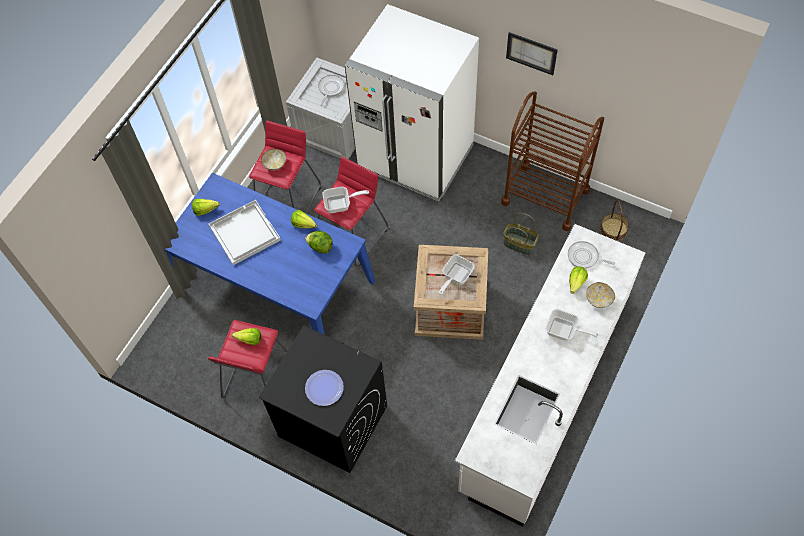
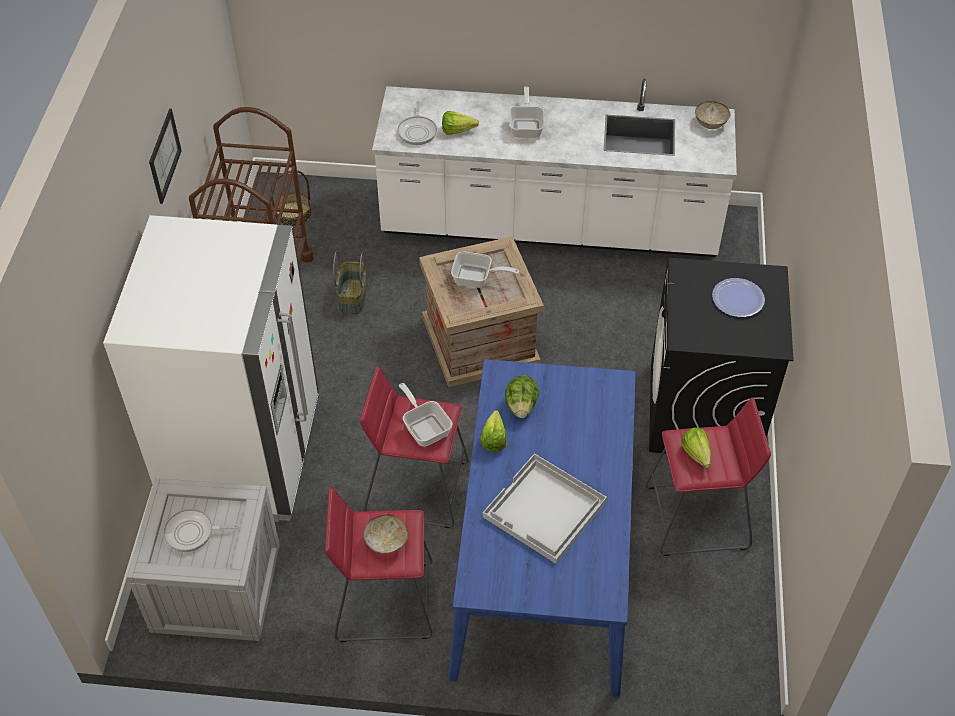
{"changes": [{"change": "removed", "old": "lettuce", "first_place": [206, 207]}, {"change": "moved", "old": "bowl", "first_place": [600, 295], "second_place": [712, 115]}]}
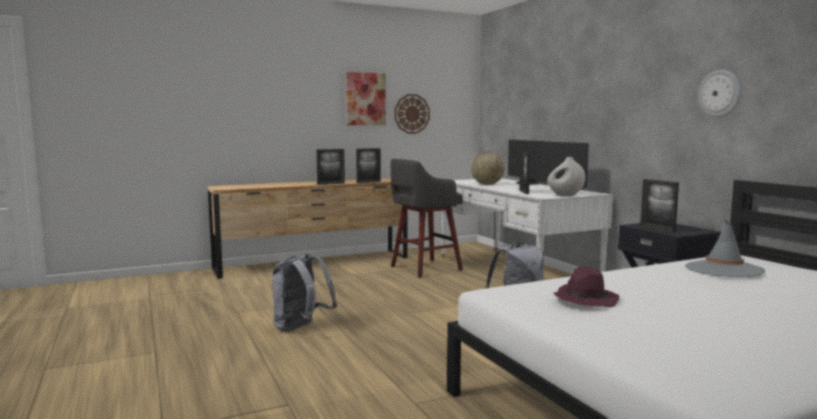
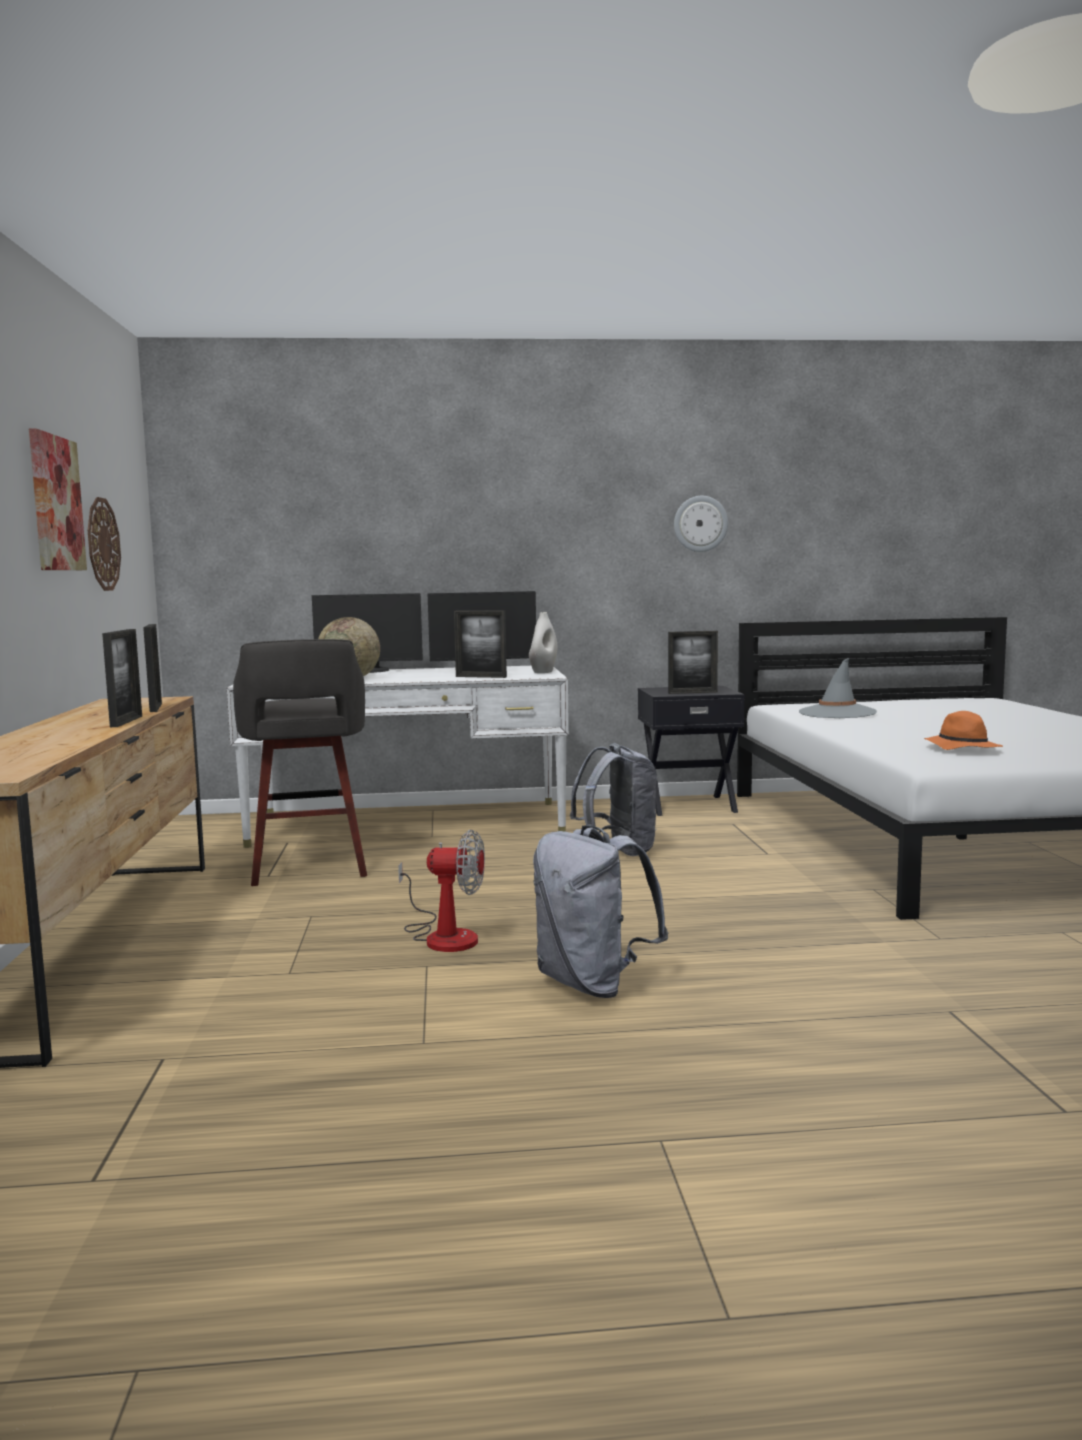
{"changes": [{"change": "added", "new": "cooling fan", "second_place": [441, 891]}, {"change": "recoloured", "old": "purple hat", "new": "orange-coloured hat", "first_place": [586, 287], "second_place": [963, 730]}]}
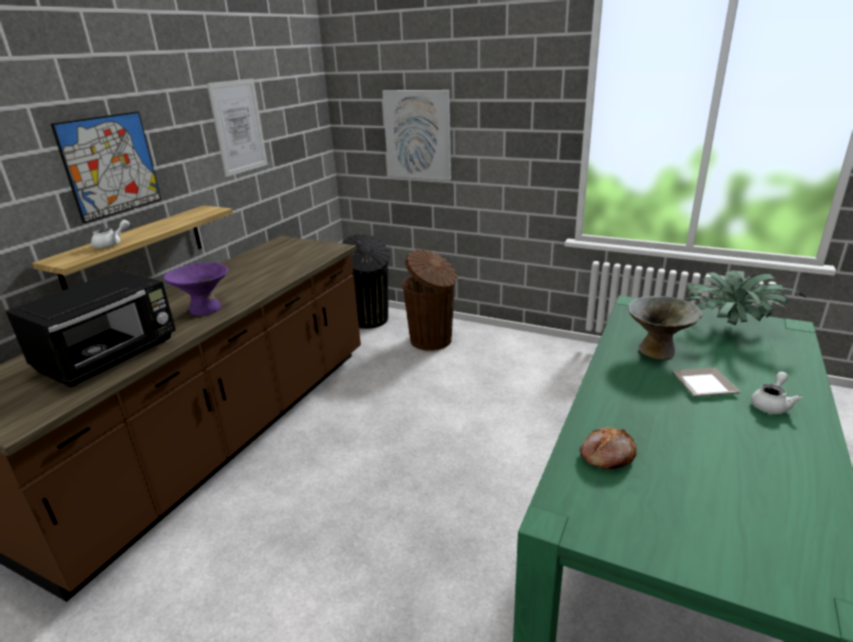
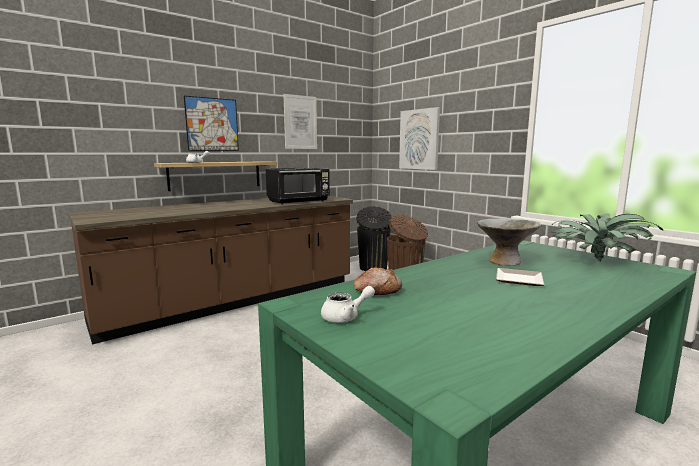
{"changes": [{"change": "removed", "old": "purple bowl", "first_place": [195, 289]}, {"change": "moved", "old": "blackish kitchen microwave", "first_place": [91, 328], "second_place": [298, 186]}, {"change": "moved", "old": "whitish tea pot", "first_place": [776, 393], "second_place": [348, 304]}]}
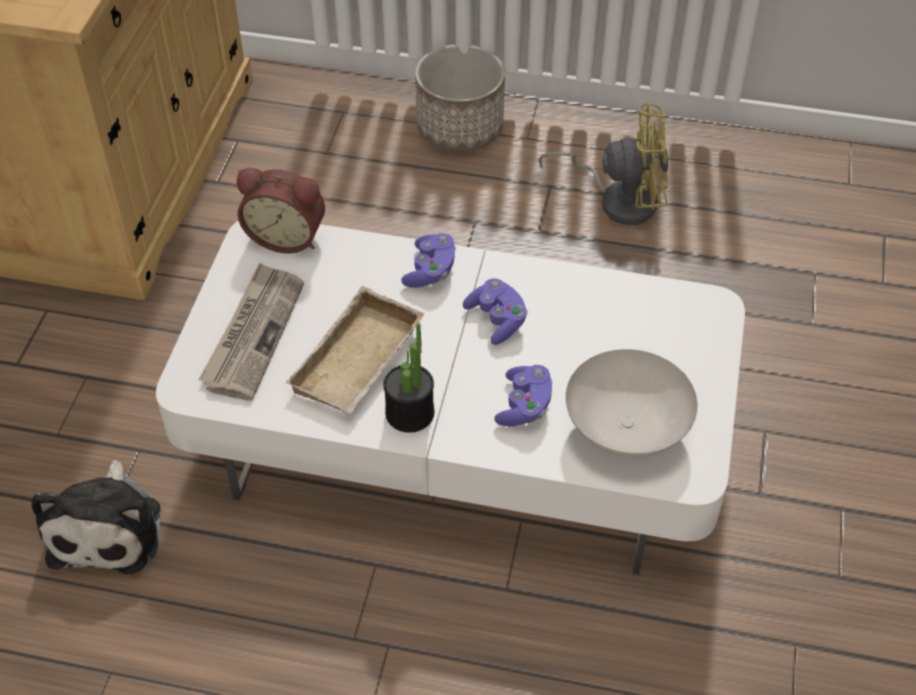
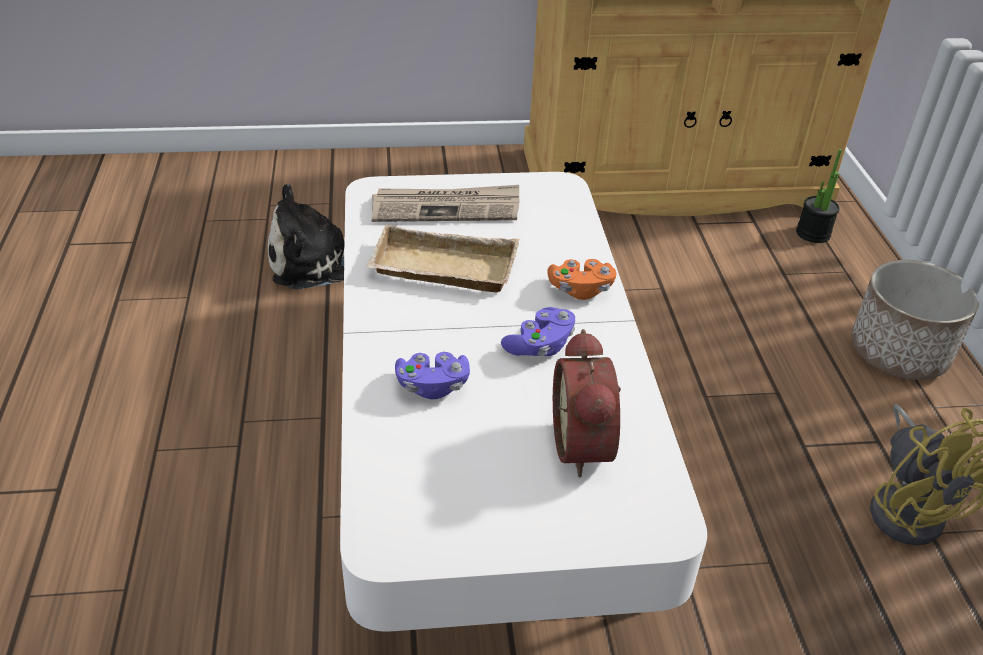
{"changes": [{"change": "removed", "old": "whitish bowl", "first_place": [631, 403]}, {"change": "moved", "old": "alarm clock", "first_place": [281, 210], "second_place": [587, 403]}, {"change": "moved", "old": "potted plant", "first_place": [409, 377], "second_place": [819, 196]}, {"change": "recoloured", "old": "purple gamepad", "new": "orange-coloured gamepad", "first_place": [428, 260], "second_place": [581, 279]}]}
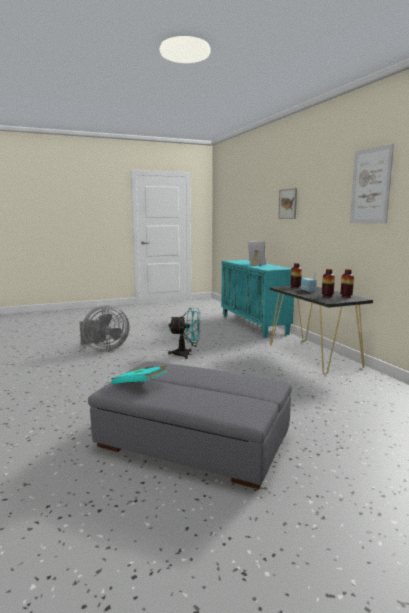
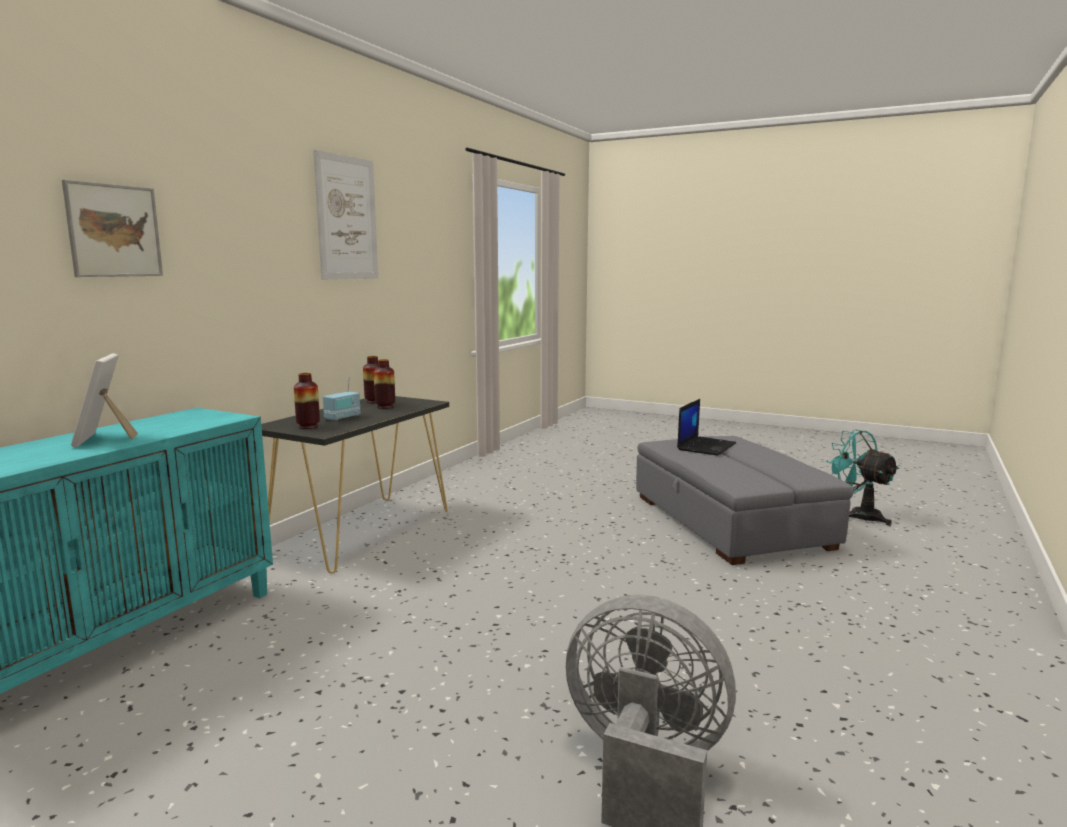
{"changes": [{"change": "removed", "old": "blue-green volume", "first_place": [139, 374]}, {"change": "added", "new": "portable computer", "second_place": [706, 427]}, {"change": "moved", "old": "blue-green cooling fan", "first_place": [184, 333], "second_place": [863, 477]}]}
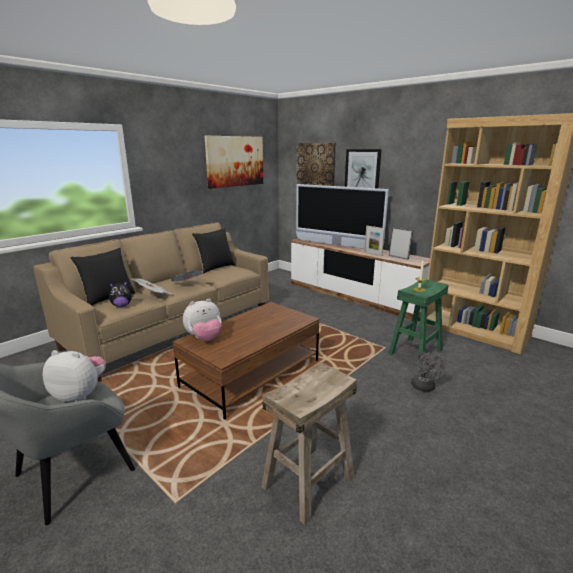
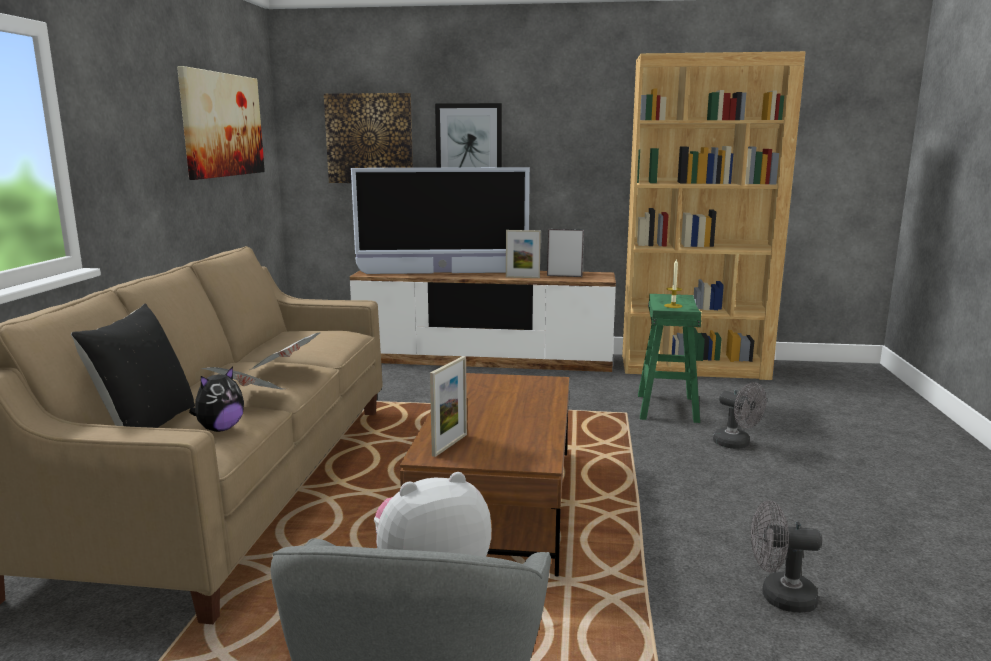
{"changes": [{"change": "removed", "old": "blackish throw pillow", "first_place": [213, 250]}, {"change": "replaced", "old": "cuddly toy", "new": "picture frame", "first_place": [202, 320], "second_place": [448, 406]}, {"change": "replaced", "old": "beige stool seat", "new": "gray cooling fan", "first_place": [309, 443], "second_place": [786, 556]}]}
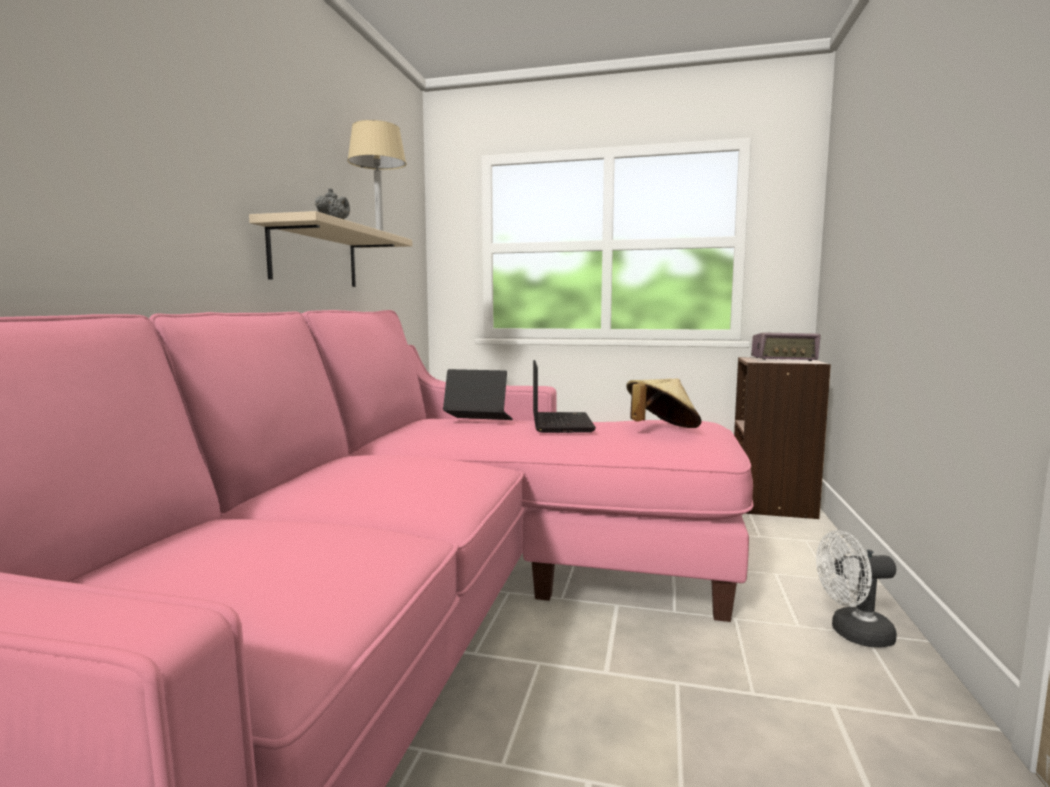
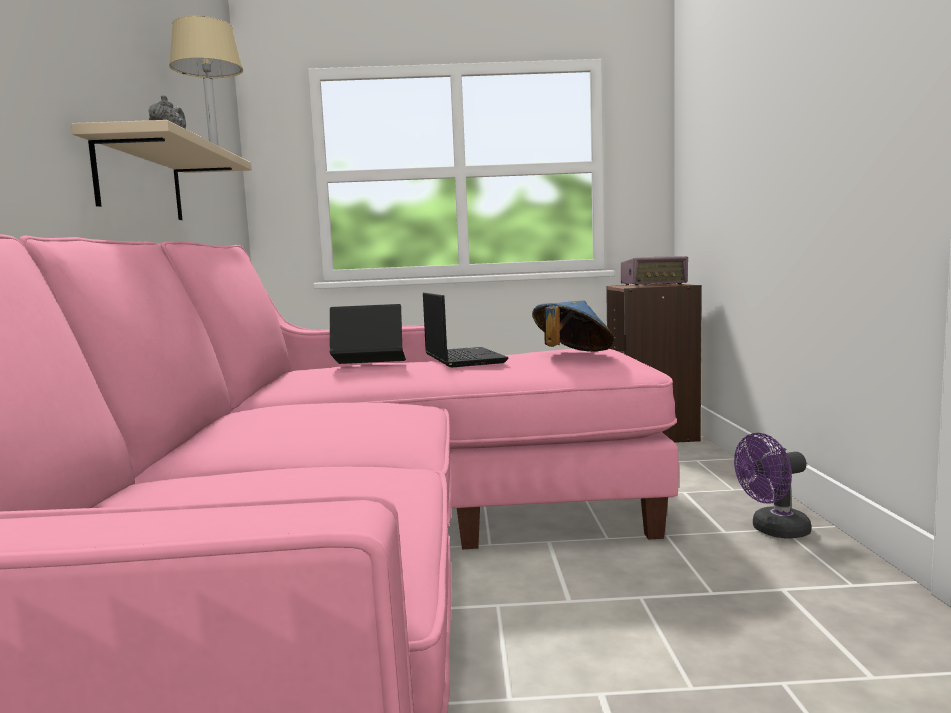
{"changes": [{"change": "recoloured", "old": "beige hat", "new": "blue-coloured hat", "first_place": [664, 403], "second_place": [573, 326]}, {"change": "recoloured", "old": "whitish cooling fan", "new": "purple cooling fan", "first_place": [856, 588], "second_place": [772, 486]}]}
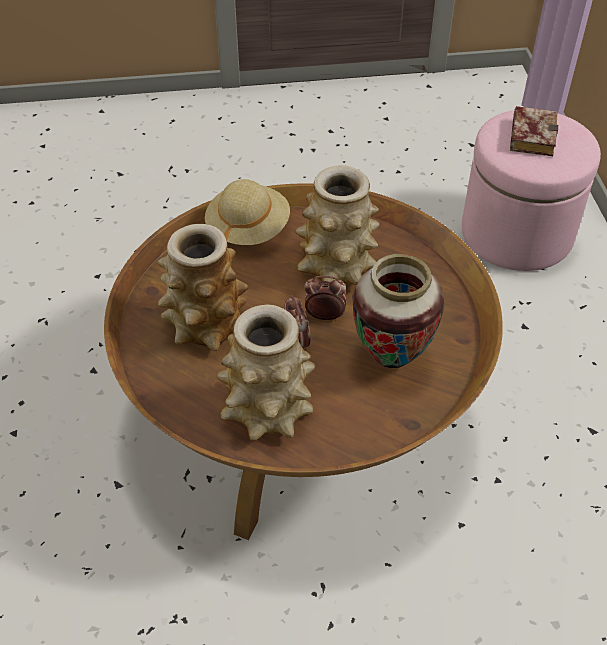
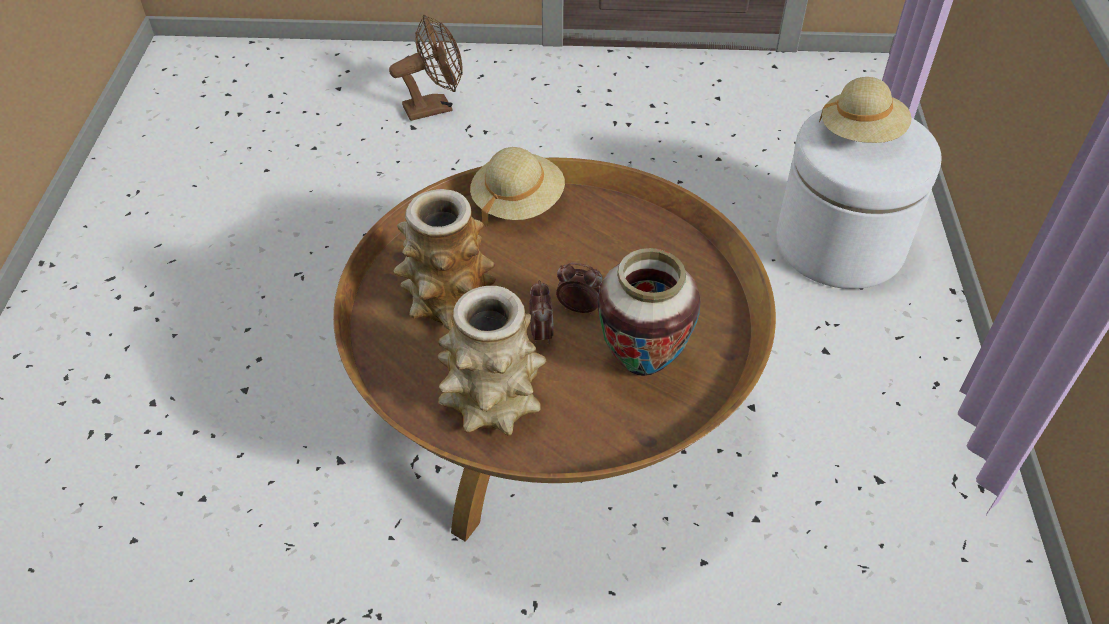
{"changes": [{"change": "removed", "old": "decorative vase", "first_place": [337, 225]}, {"change": "added", "new": "brownish cooling fan", "second_place": [426, 68]}, {"change": "replaced", "old": "volume", "new": "beige hat", "first_place": [534, 131], "second_place": [865, 110]}, {"change": "recoloured", "old": "pink ottoman", "new": "whitish ottoman", "first_place": [531, 190], "second_place": [858, 199]}]}
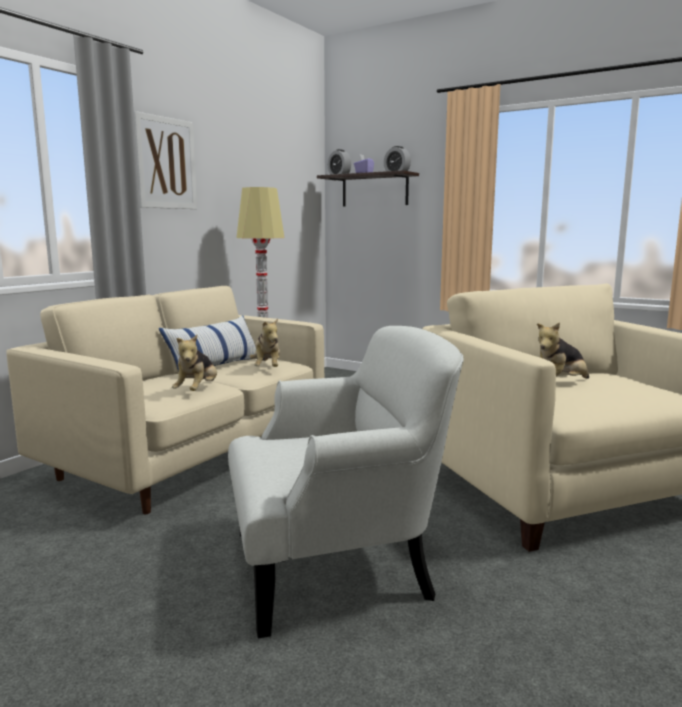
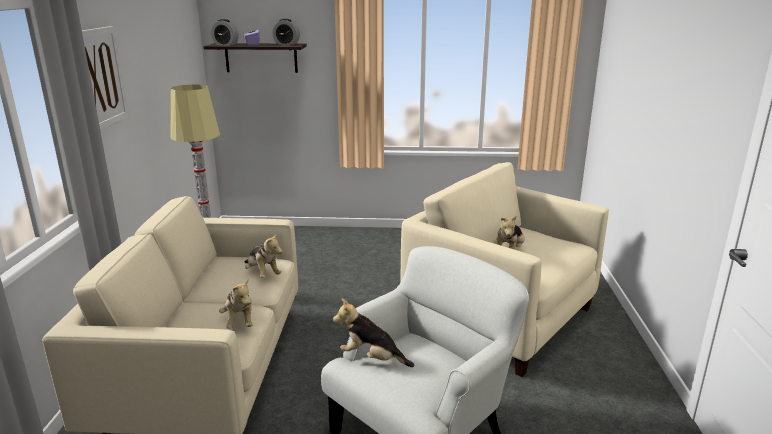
{"changes": [{"change": "removed", "old": "throw pillow", "first_place": [208, 344]}, {"change": "added", "new": "cuddly toy", "second_place": [373, 333]}]}
